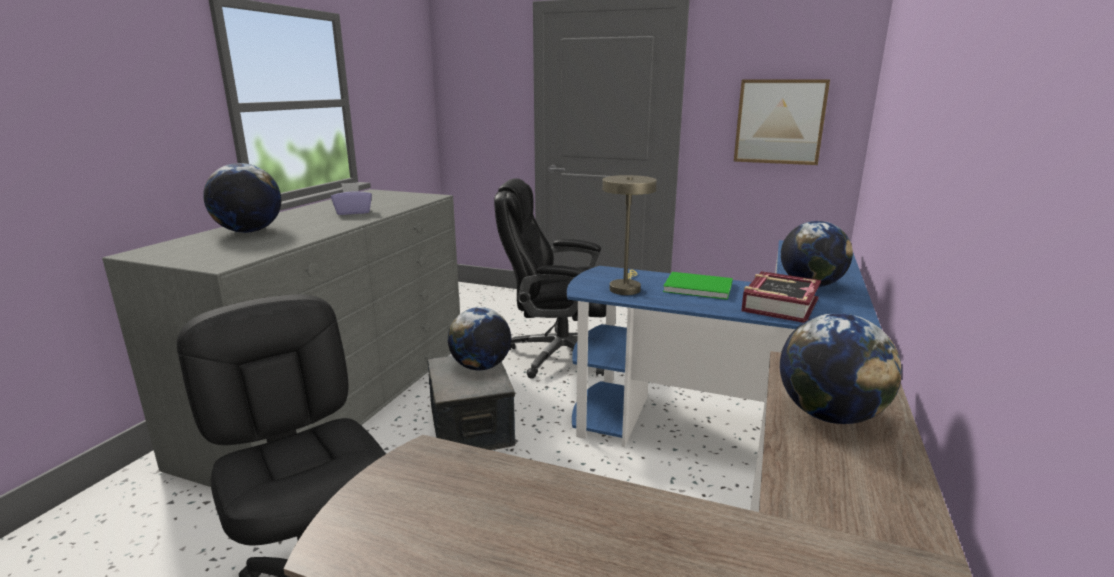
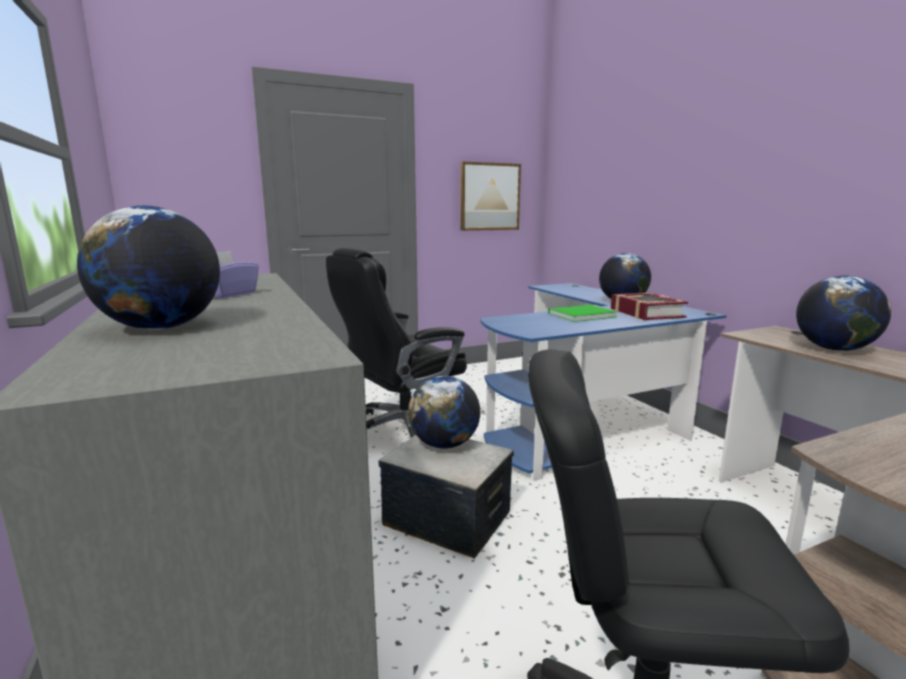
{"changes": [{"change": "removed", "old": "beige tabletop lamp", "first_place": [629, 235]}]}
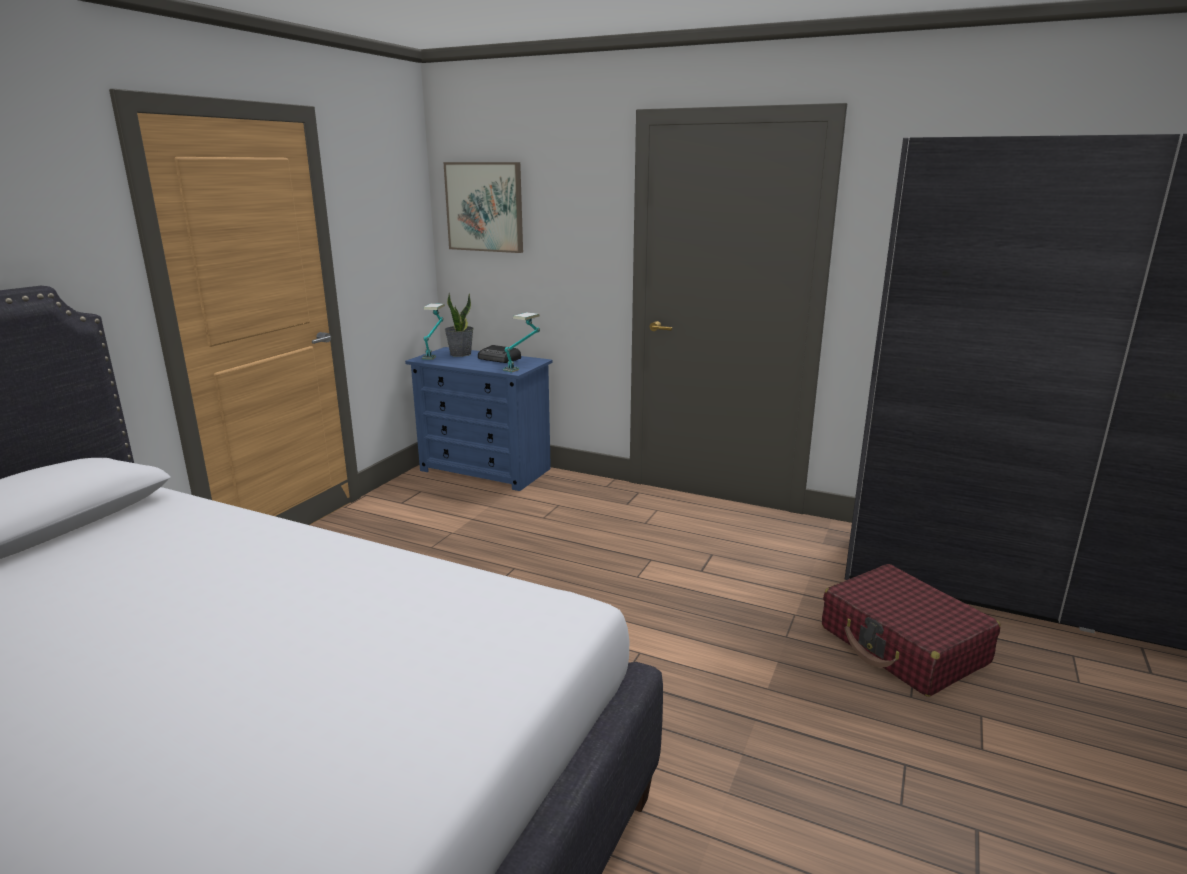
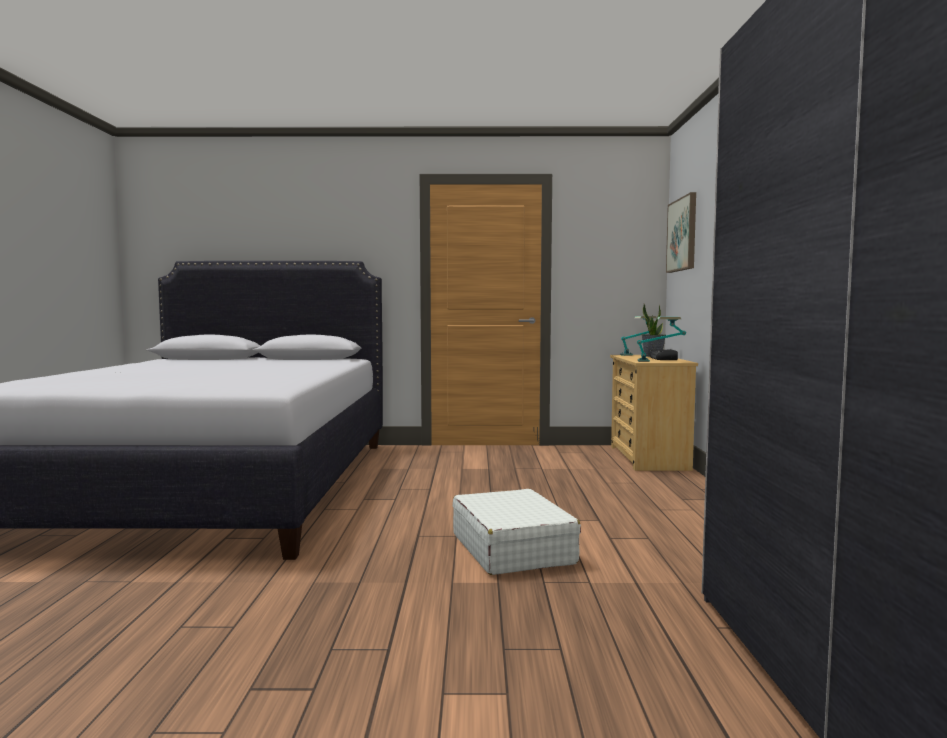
{"changes": [{"change": "removed", "old": "red-coloured suitcase", "first_place": [911, 630]}, {"change": "added", "new": "whitish suitcase", "second_place": [517, 532]}, {"change": "recoloured", "old": "blue-coloured dresser", "new": "beige dresser", "first_place": [478, 419], "second_place": [654, 413]}]}
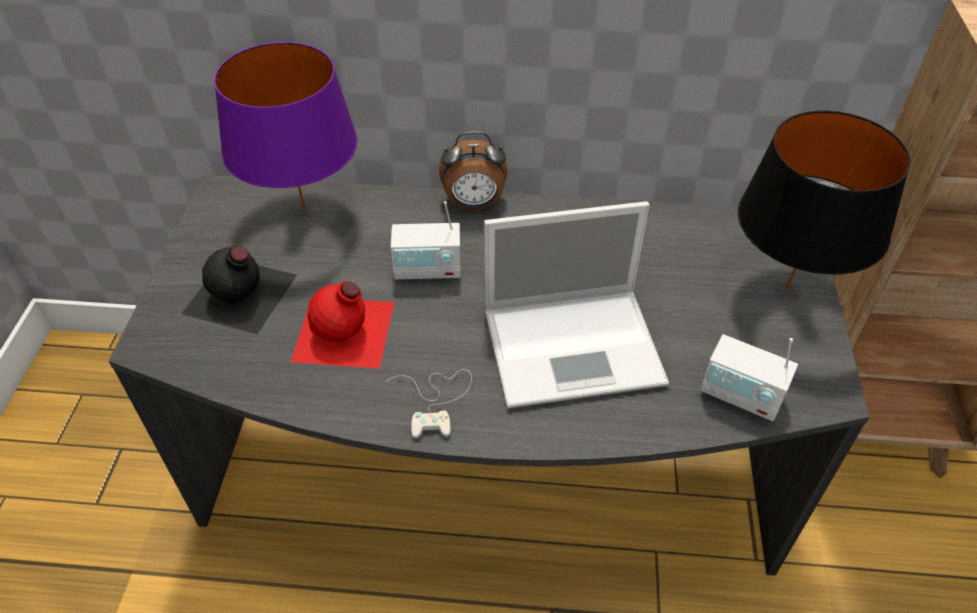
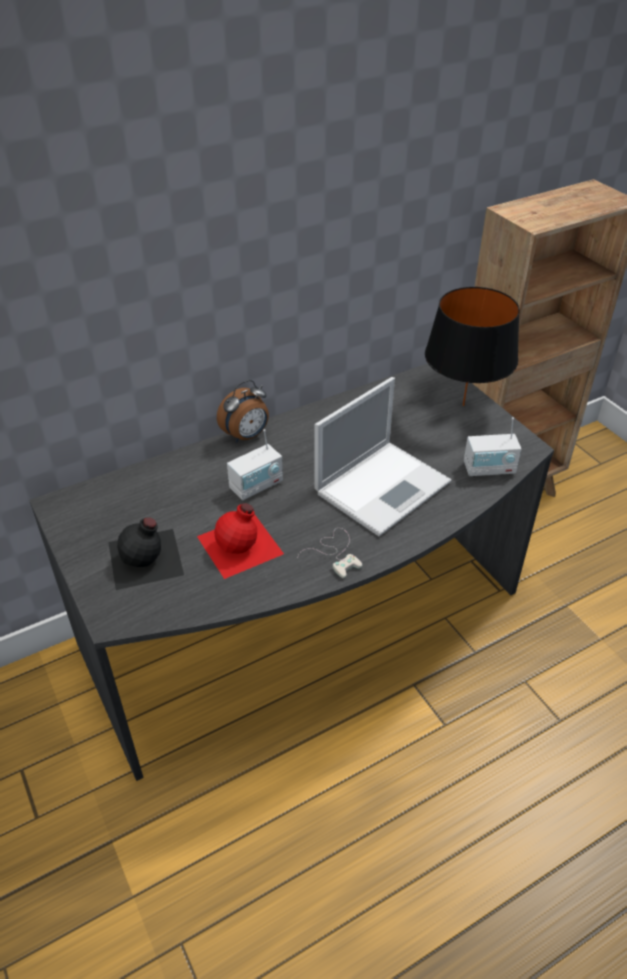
{"changes": [{"change": "removed", "old": "purple tabletop lamp", "first_place": [286, 127]}]}
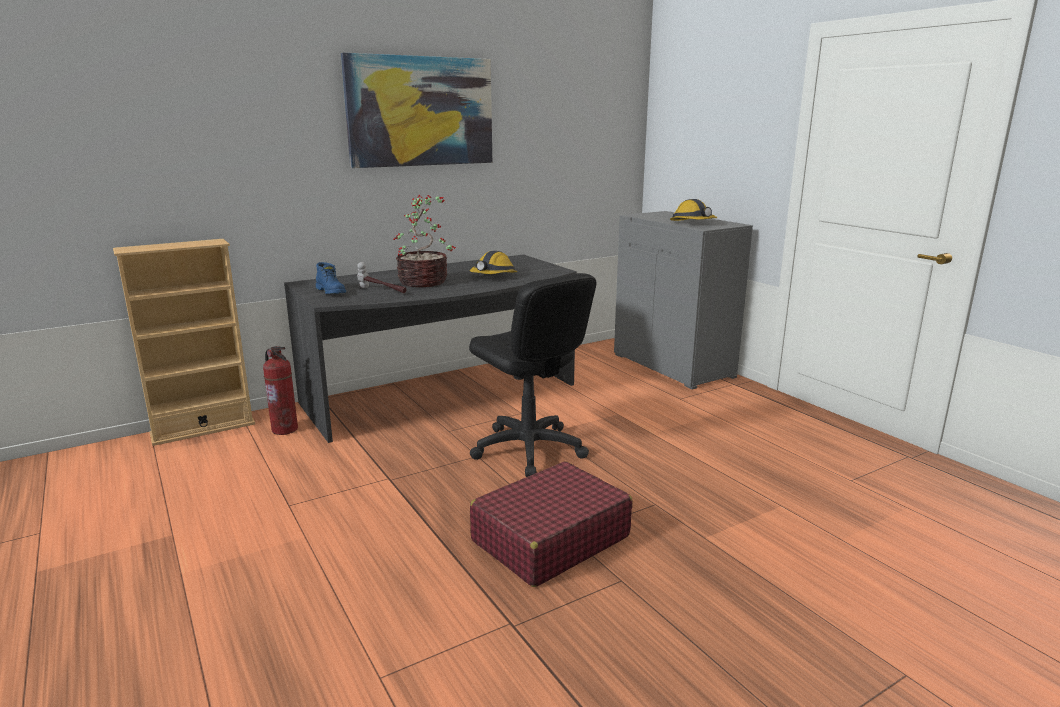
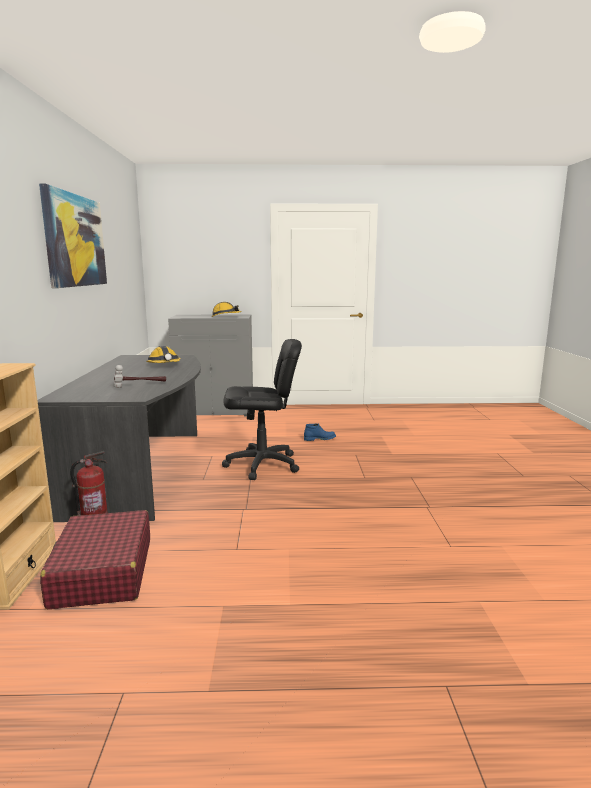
{"changes": [{"change": "removed", "old": "potted plant", "first_place": [425, 241]}, {"change": "moved", "old": "blue-coloured boot", "first_place": [331, 278], "second_place": [320, 432]}, {"change": "moved", "old": "red-coloured suitcase", "first_place": [551, 524], "second_place": [95, 559]}]}
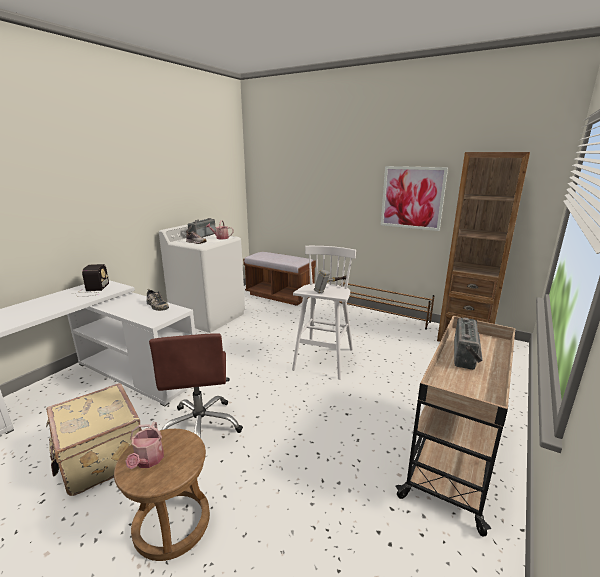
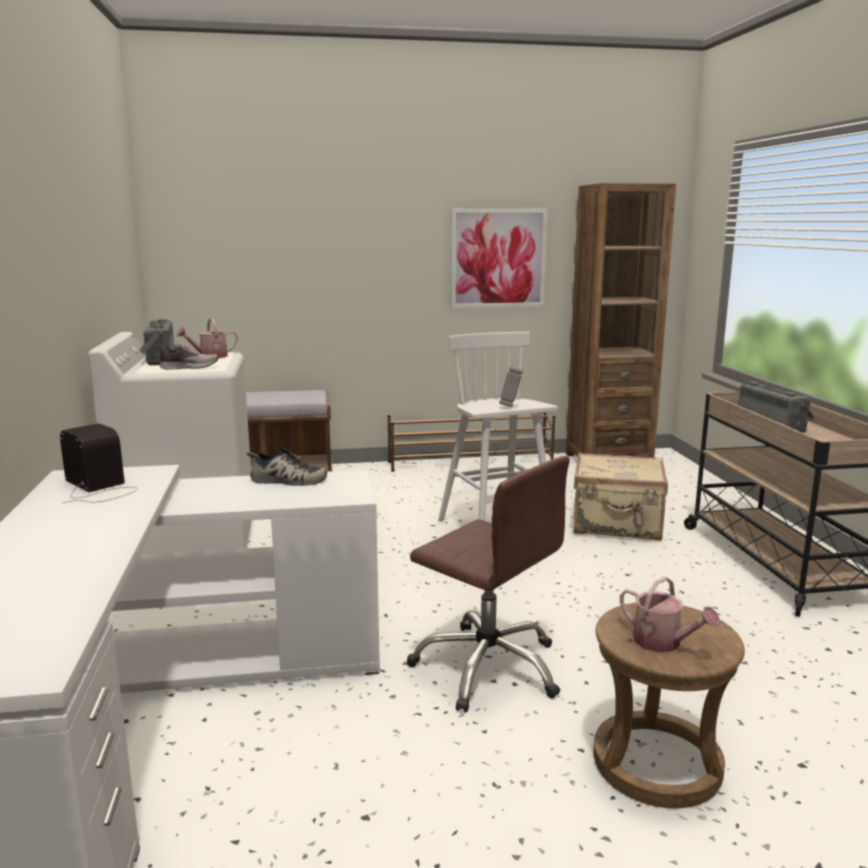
{"changes": [{"change": "moved", "old": "beige suitcase", "first_place": [94, 439], "second_place": [621, 496]}]}
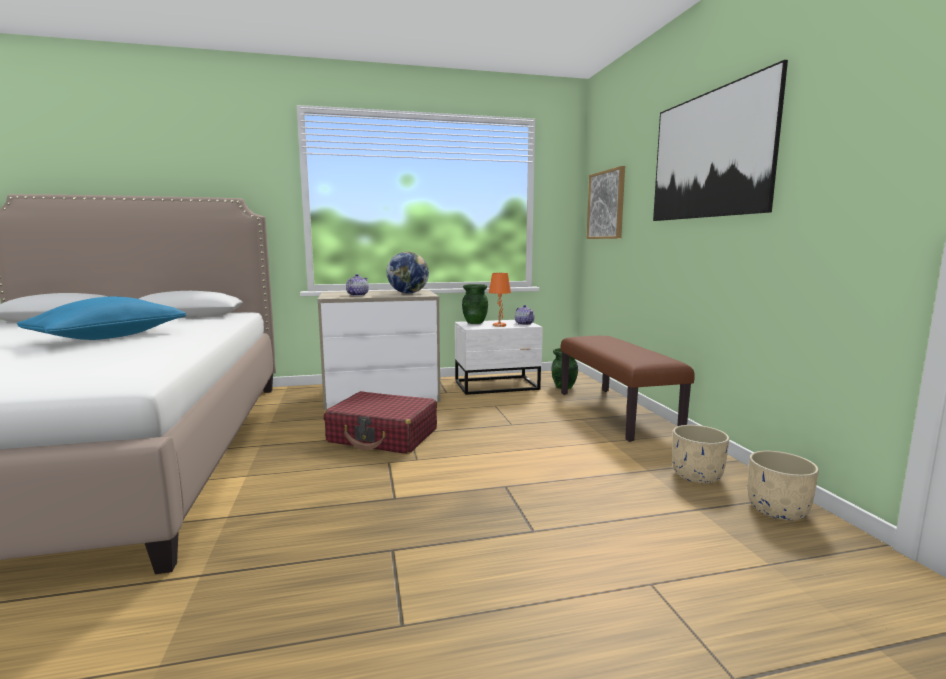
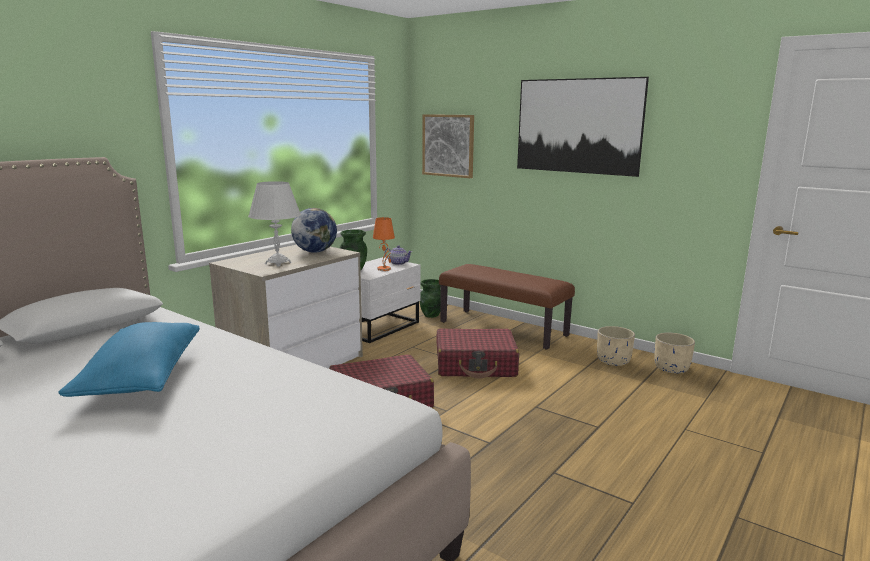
{"changes": [{"change": "added", "new": "red-coloured suitcase", "second_place": [477, 353]}, {"change": "replaced", "old": "tea pot", "new": "whitish tabletop lamp", "first_place": [357, 285], "second_place": [274, 224]}]}
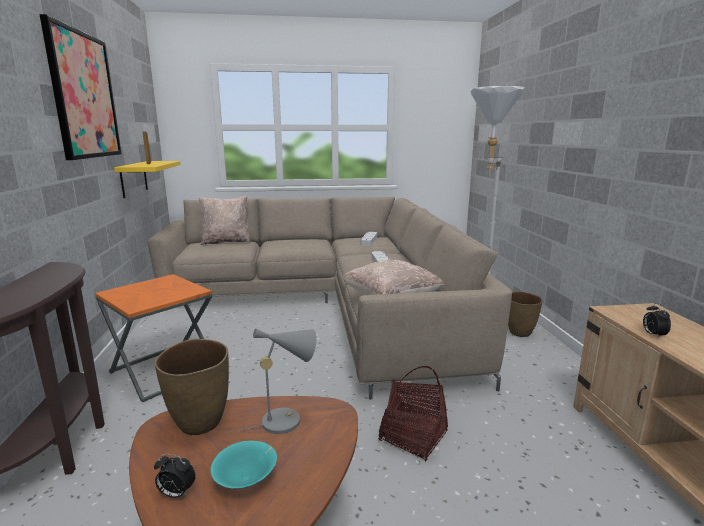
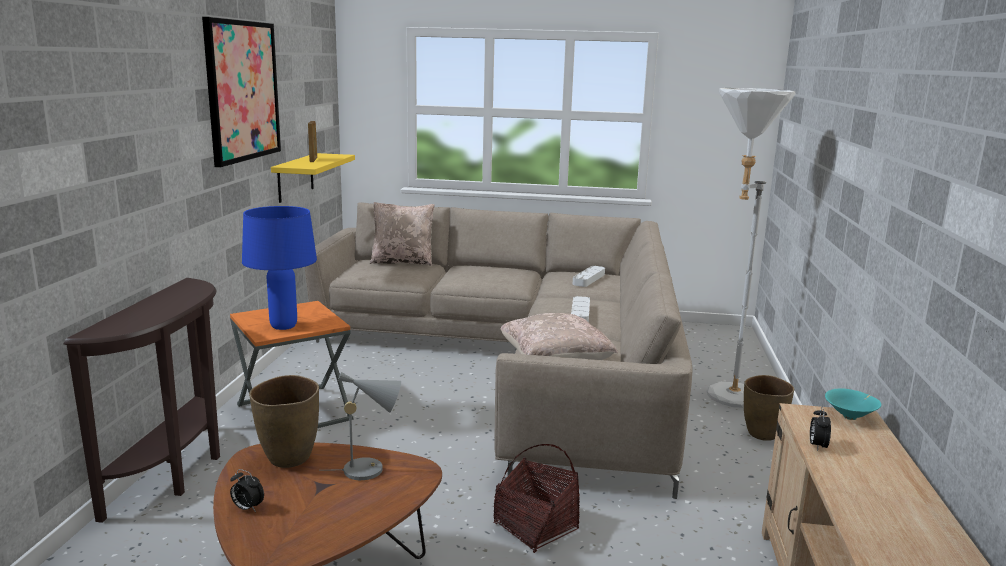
{"changes": [{"change": "added", "new": "blue-coloured tabletop lamp", "second_place": [279, 268]}, {"change": "moved", "old": "blue-green bowl", "first_place": [243, 465], "second_place": [853, 404]}]}
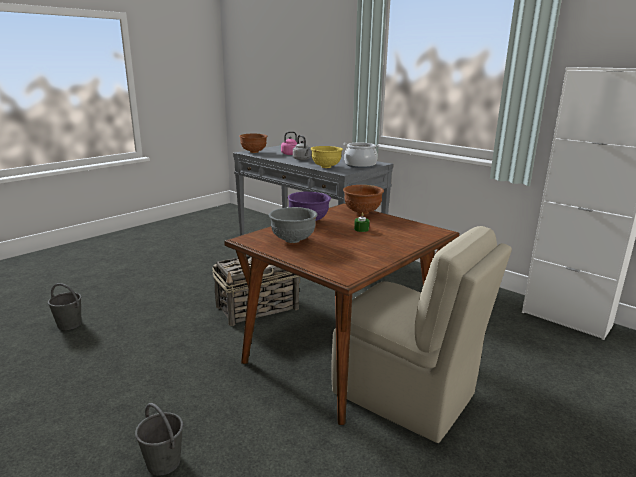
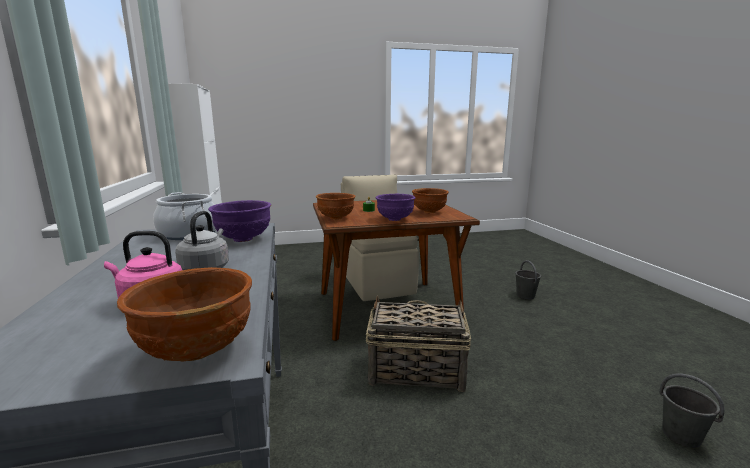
{"changes": [{"change": "recoloured", "old": "gray bowl", "new": "brownish bowl", "first_place": [293, 225], "second_place": [430, 200]}, {"change": "recoloured", "old": "yellowish bowl", "new": "purple bowl", "first_place": [327, 157], "second_place": [239, 221]}]}
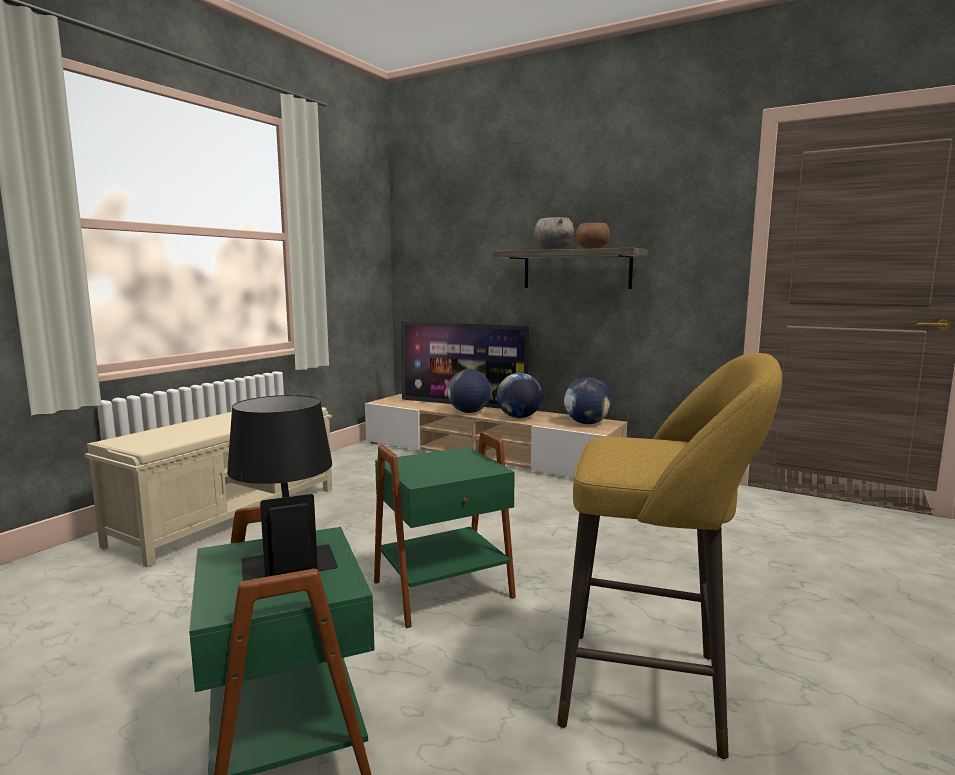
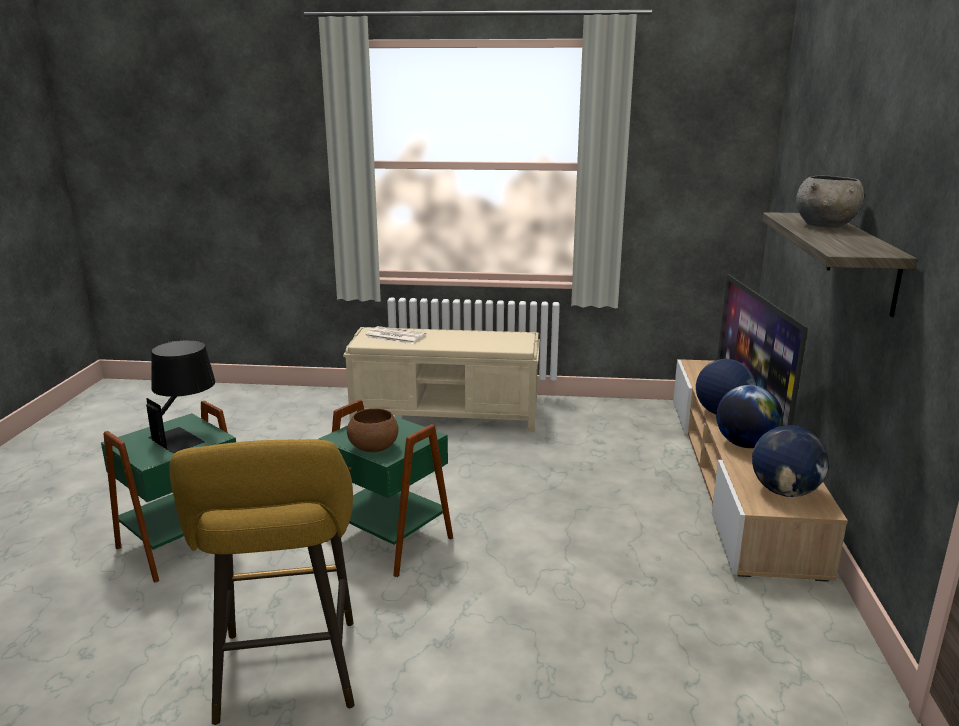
{"changes": [{"change": "added", "new": "newspaper", "second_place": [395, 335]}, {"change": "moved", "old": "brownish bowl", "first_place": [593, 236], "second_place": [373, 430]}]}
